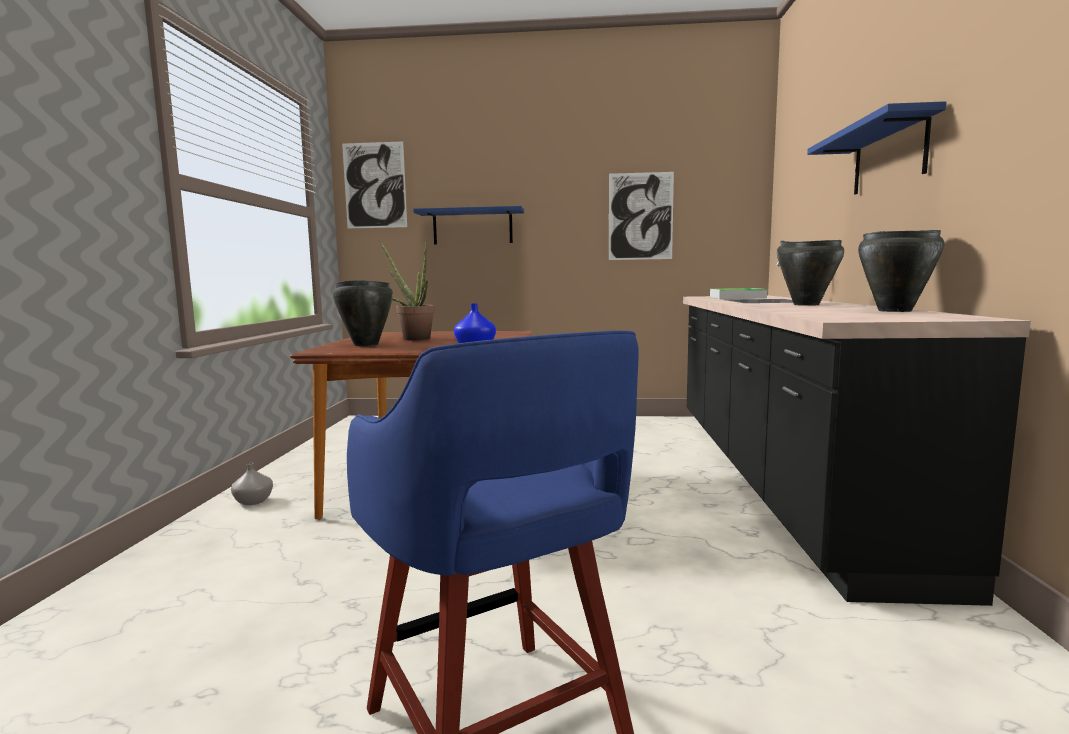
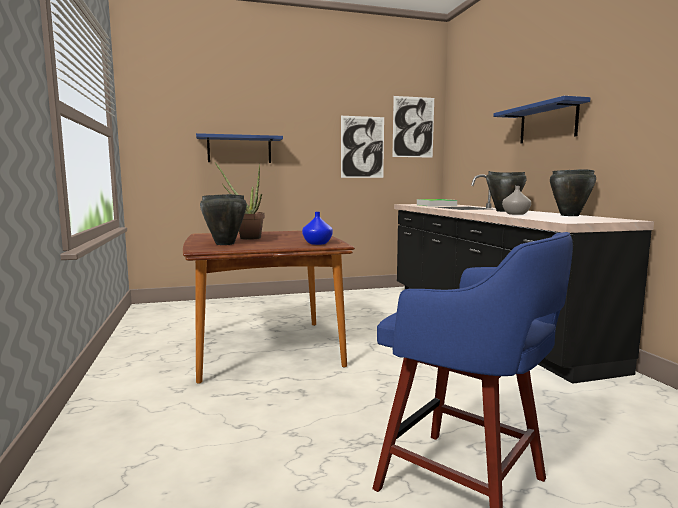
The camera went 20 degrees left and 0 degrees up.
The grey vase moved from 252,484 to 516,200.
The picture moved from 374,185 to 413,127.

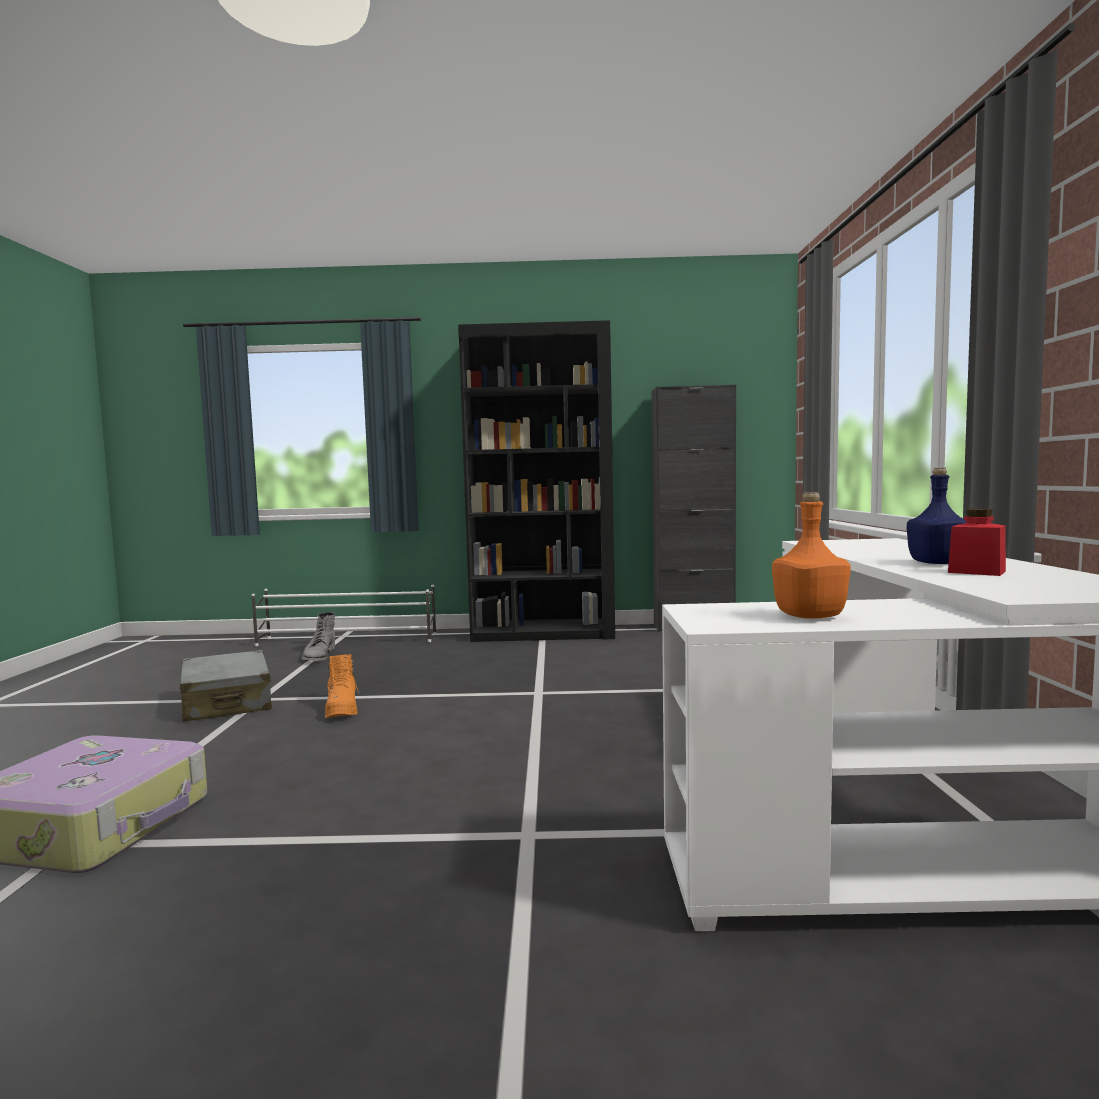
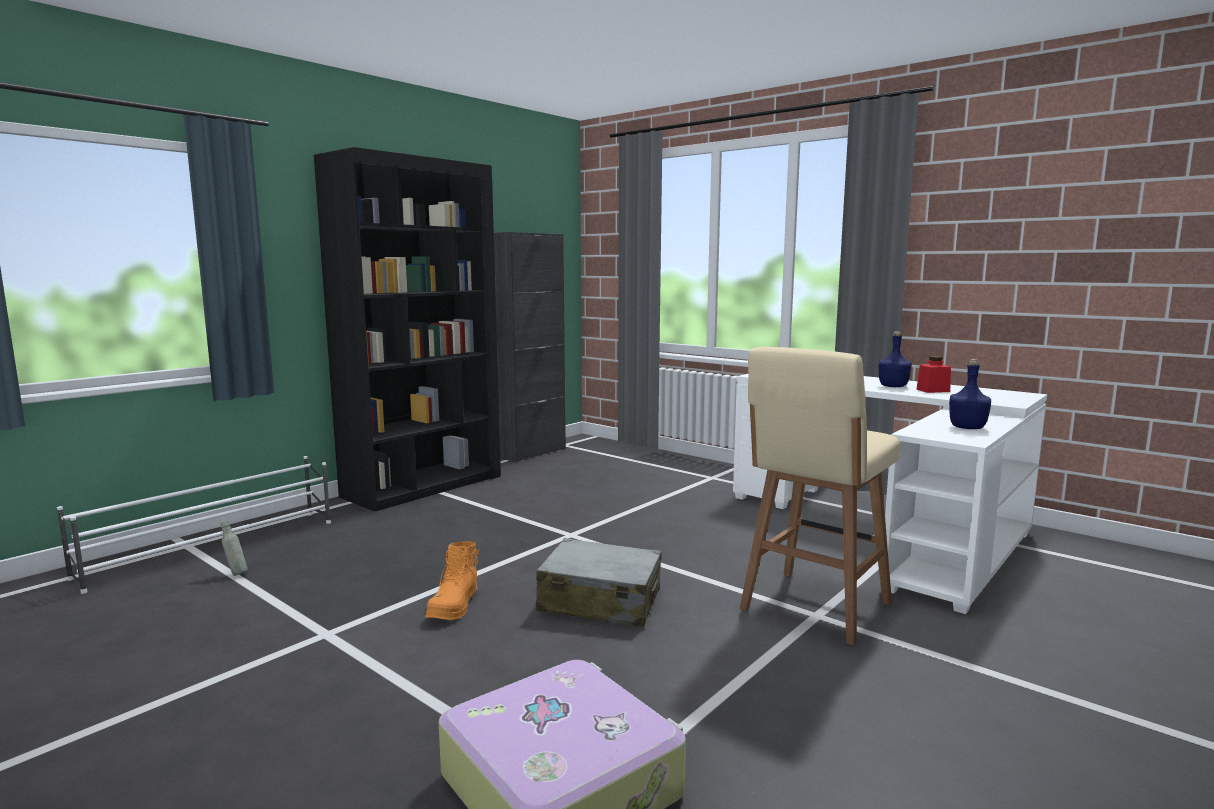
The camera went 50 degrees left and 5 degrees up.
The beige stool at 820,496 appeared.
The grey suitcase moved from 226,685 to 599,582.
The grey boot at 318,636 was replaced by the grey bottle at 234,548.
The orange bottle at 811,555 became the blue bottle at 970,394.
The orange boot at 342,686 turned 75 degrees clockwise.

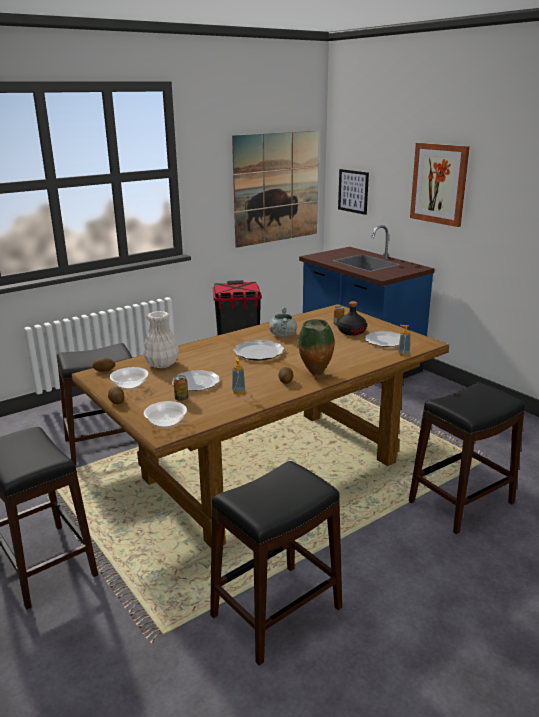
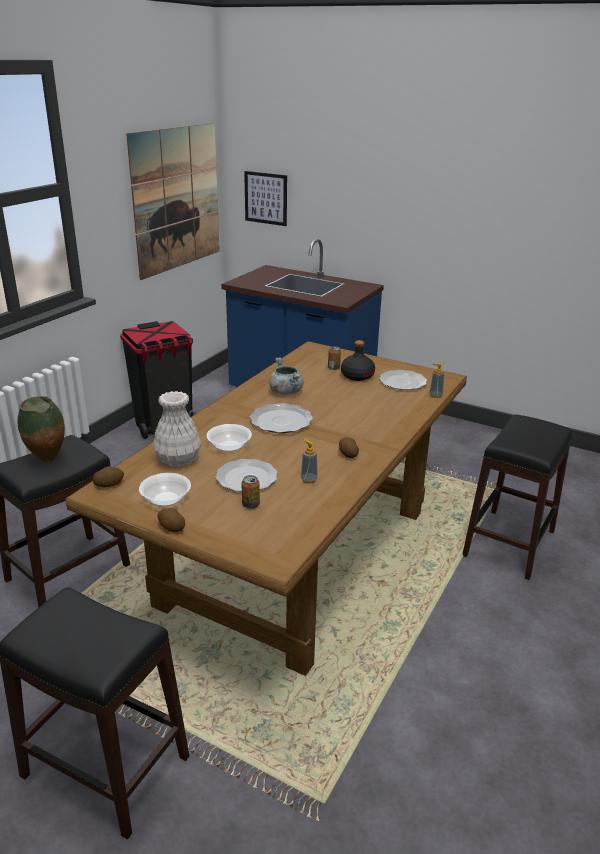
The camera went 25 degrees left and 5 degrees up.
The black stool at 276,563 disappeared.
The picture at 440,185 disappeared.
The bowl moved from 165,414 to 229,438.
The vase moved from 316,347 to 41,429.

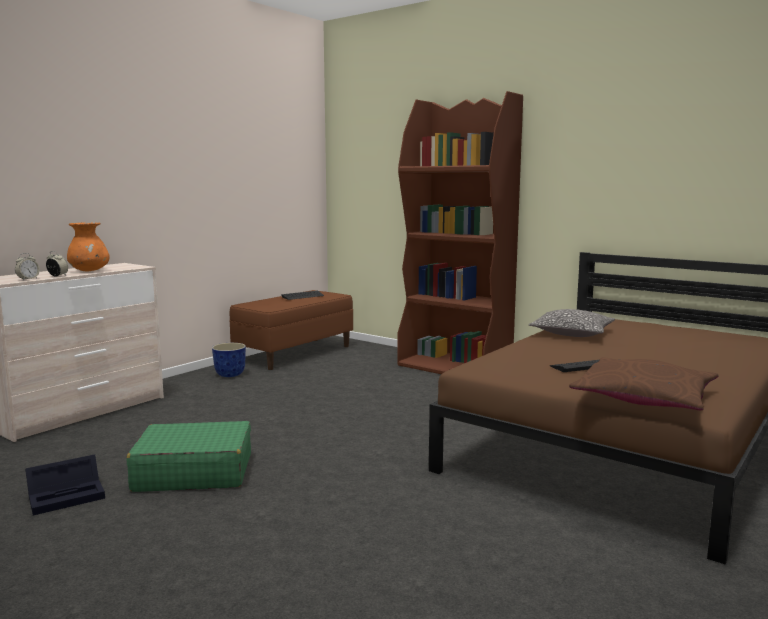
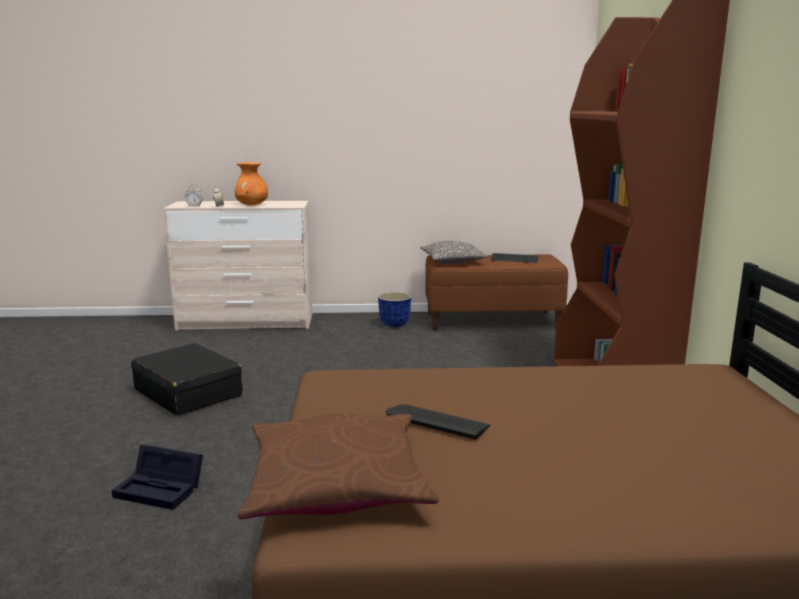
The camera went 50 degrees right and 5 degrees up.
The black storage box moved from 65,485 to 157,477.
The pillow moved from 572,323 to 454,252.
The green suitcase at 188,456 became the black suitcase at 186,379.

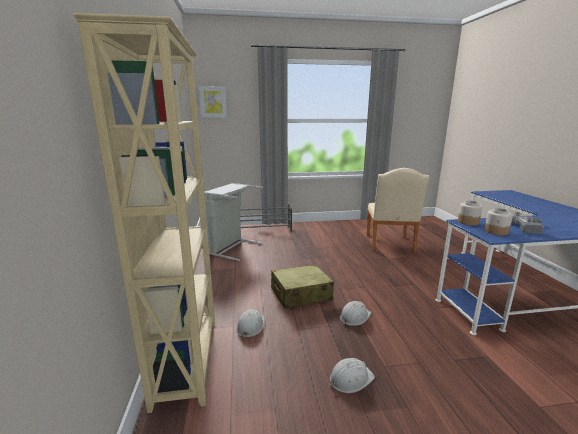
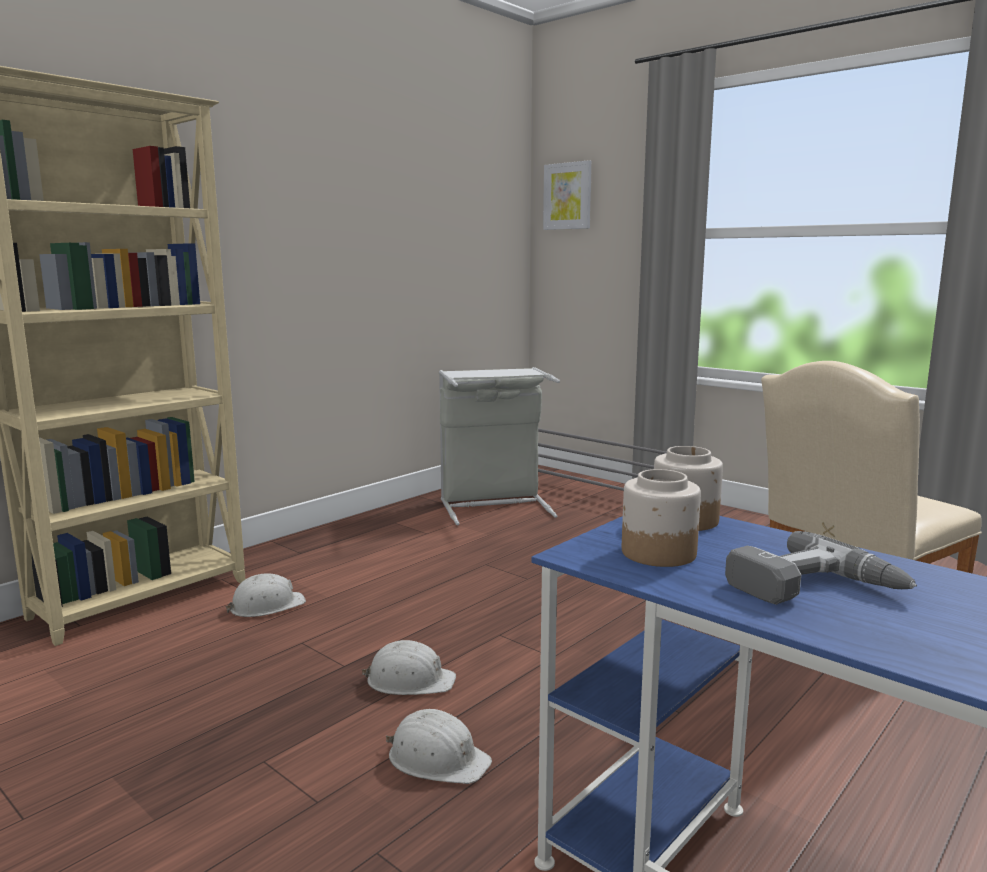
The camera went 50 degrees right and 5 degrees down.
The beige suitcase at 302,286 disappeared.
The white hard hat moved from 352,375 to 439,746.

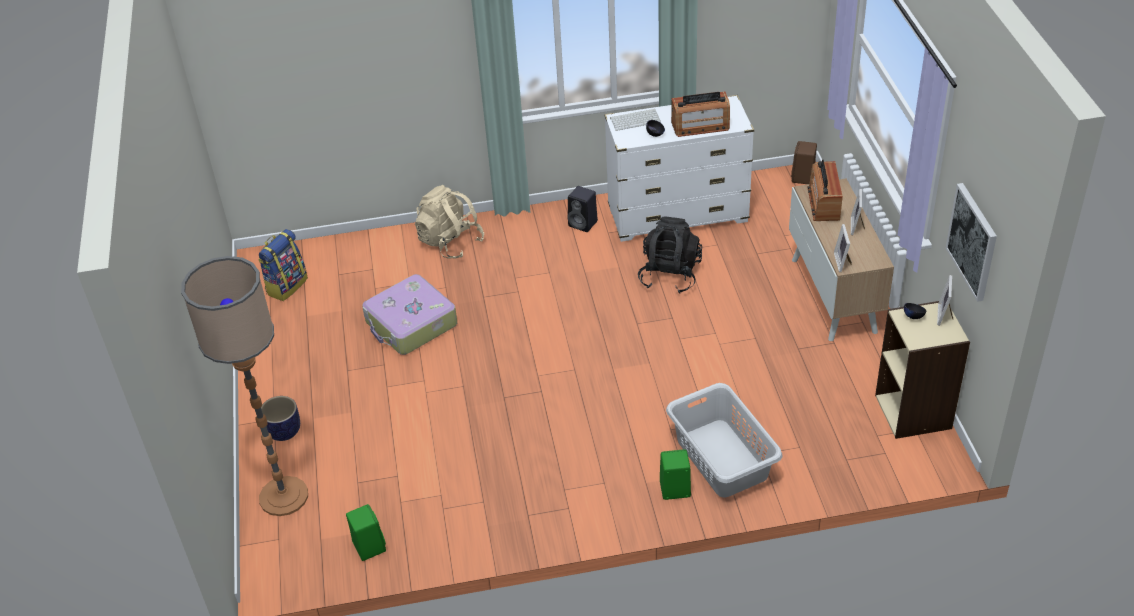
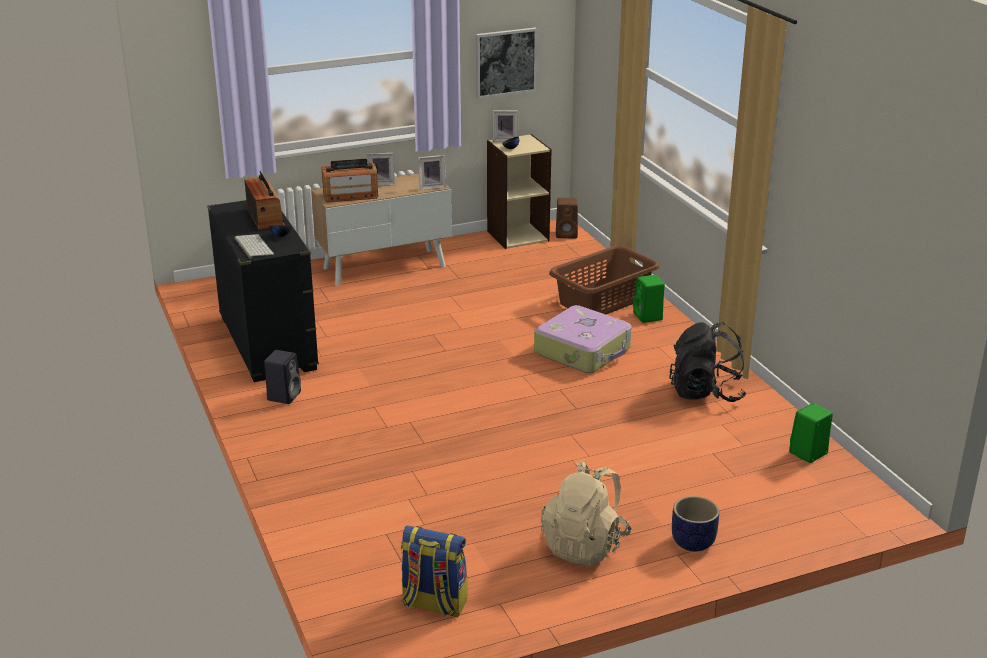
The camera went 105 degrees left and 15 degrees down.
The floor lamp at 244,386 disappeared.
The suitcase moved from 409,314 to 583,339.
The beige backpack moved from 449,222 to 586,513.
The black backpack moved from 670,254 to 707,362.
The brown speaker moved from 804,162 to 567,218.
The white dresser at 679,168 became the black dresser at 263,291.
The grey laundry basket at 724,440 became the brown laundry basket at 604,280.

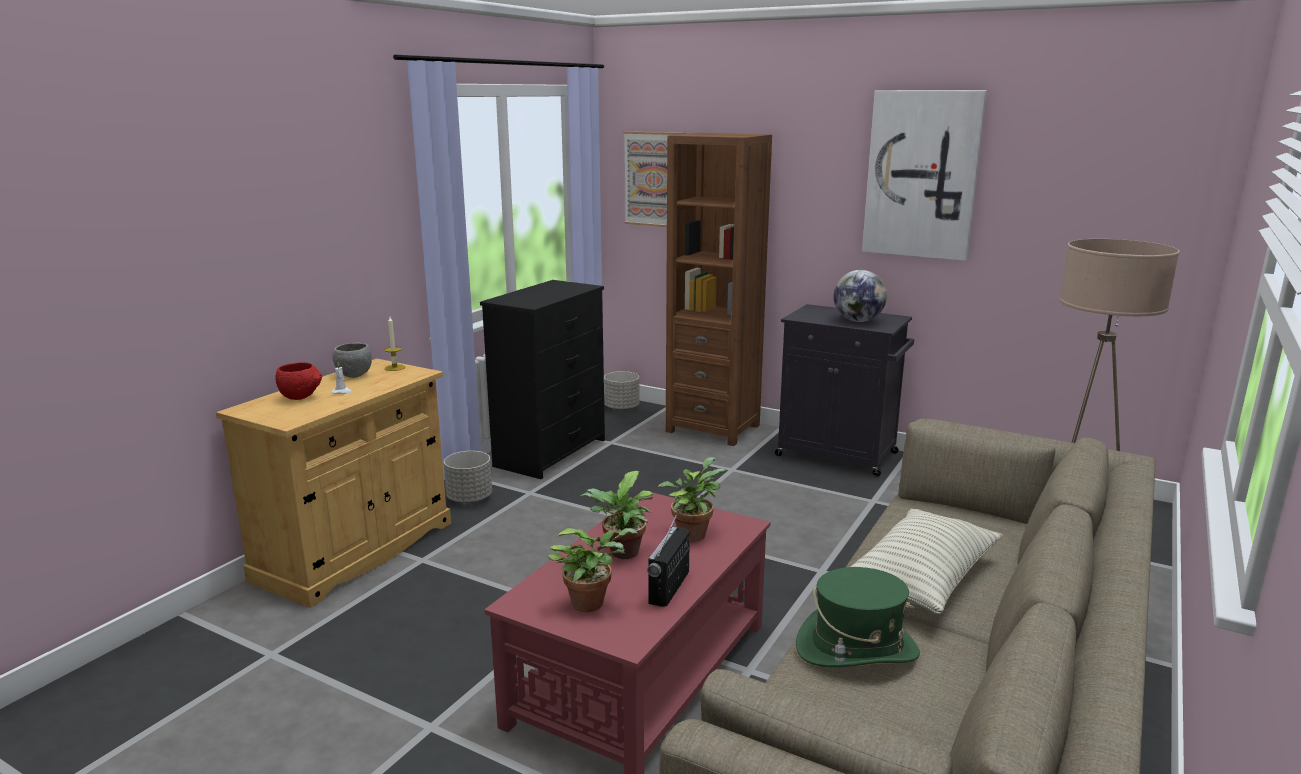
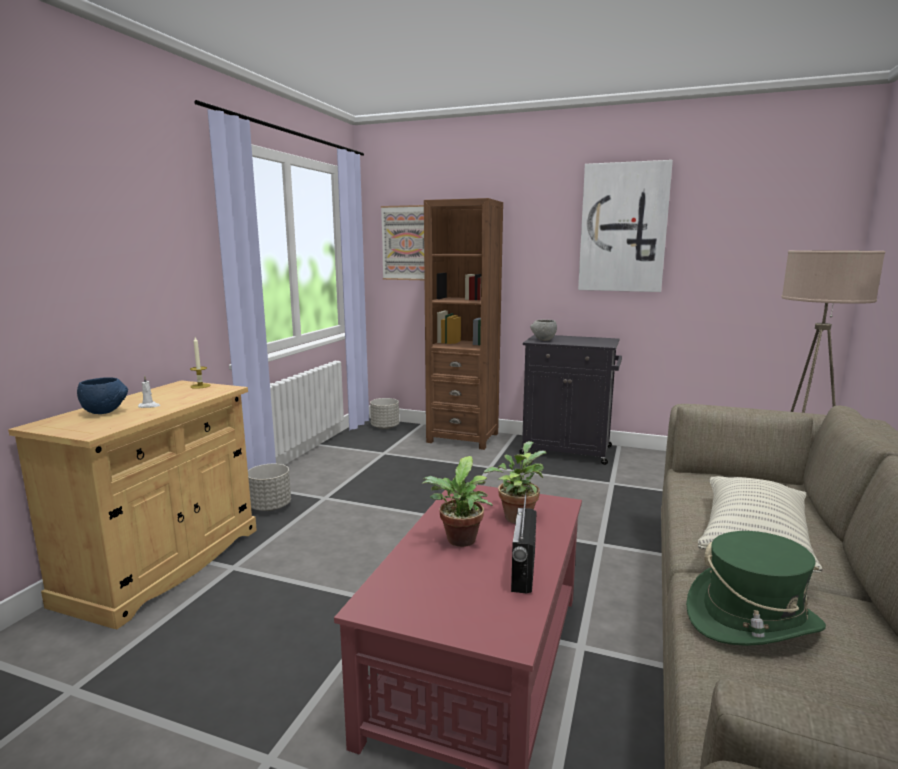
The camera went 10 degrees left and 5 degrees down.
The black dresser at 542,379 disappeared.
The potted plant at 592,570 disappeared.
The globe at 860,296 disappeared.
The grey bowl moved from 352,360 to 543,330.
The red bowl at 298,381 became the blue bowl at 102,396.

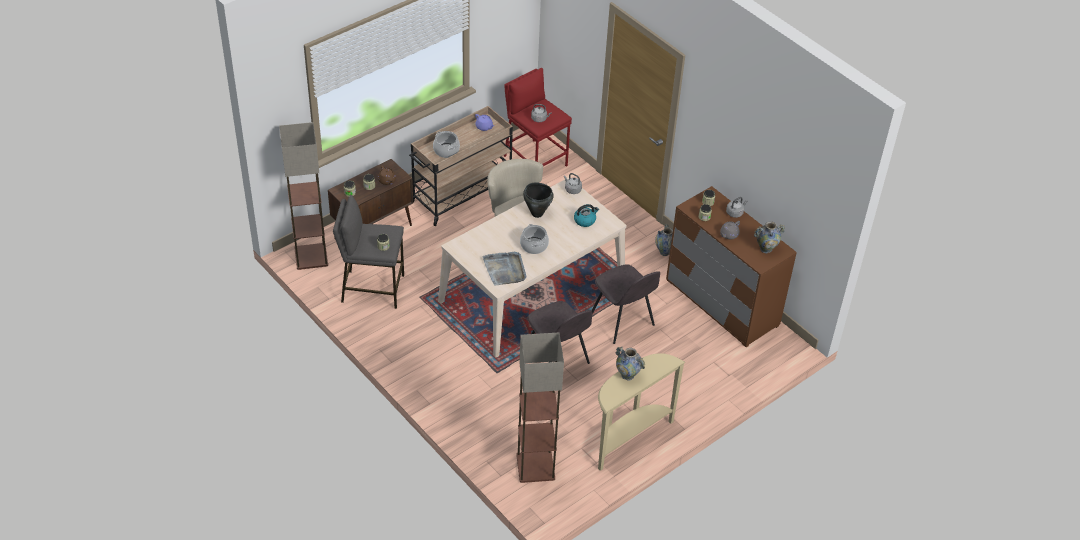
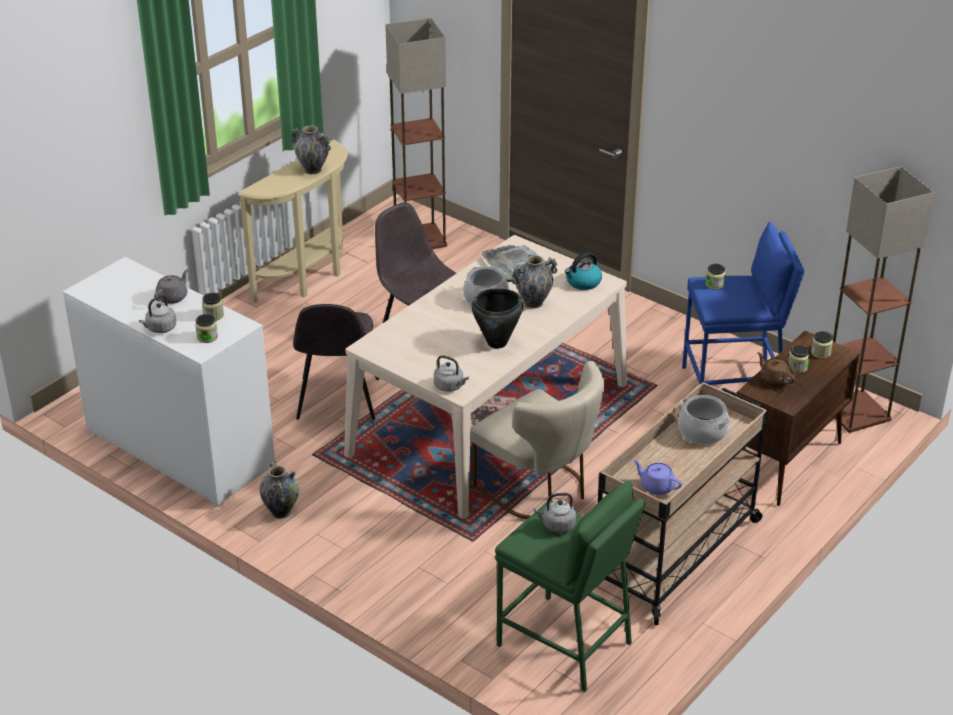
The camera went 170 degrees right and 10 degrees down.
The kettle moved from 586,215 to 583,271.
The vase moved from 769,237 to 534,281.
The grey stool at 368,252 became the blue stool at 743,303.
The red stool at 538,117 became the green stool at 570,586.
The brown dresser at 731,267 became the white dresser at 169,382.
The grey chair at 626,304 turned 135 degrees counterclockwise.

